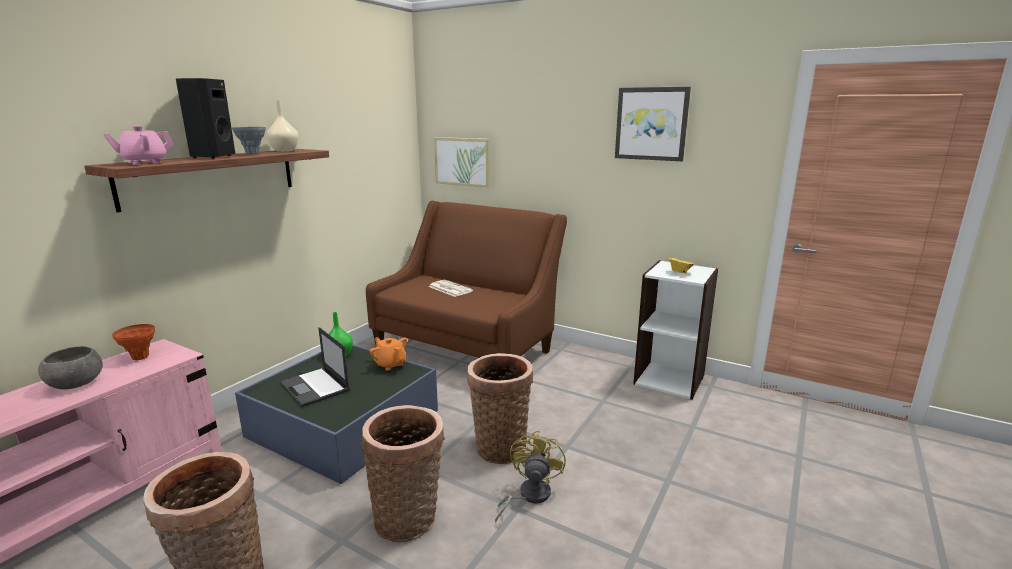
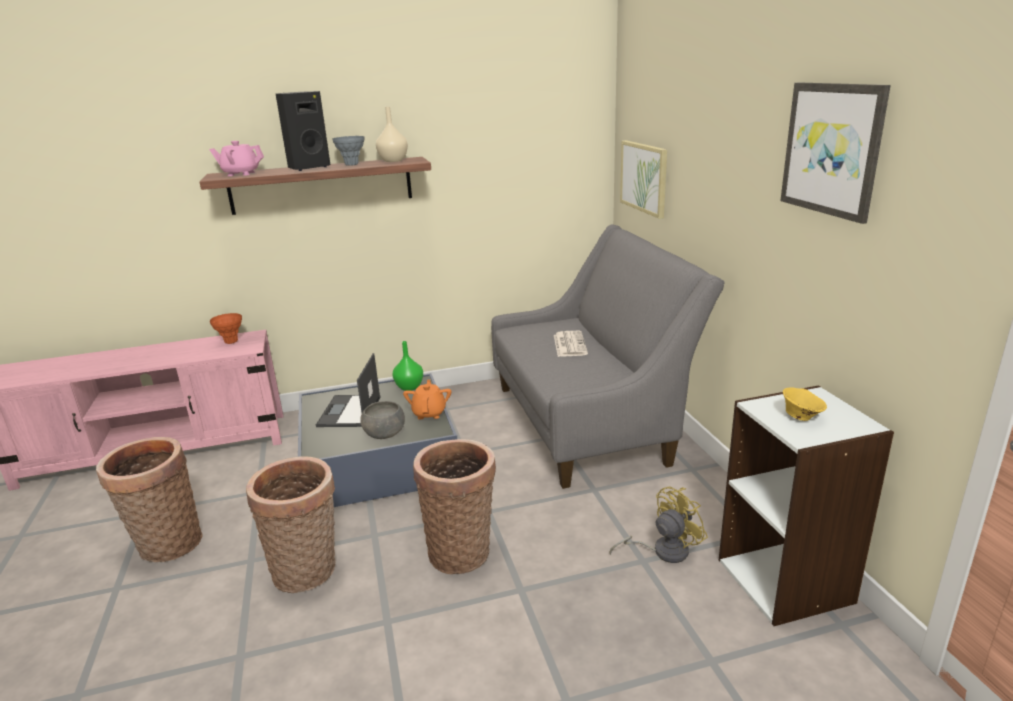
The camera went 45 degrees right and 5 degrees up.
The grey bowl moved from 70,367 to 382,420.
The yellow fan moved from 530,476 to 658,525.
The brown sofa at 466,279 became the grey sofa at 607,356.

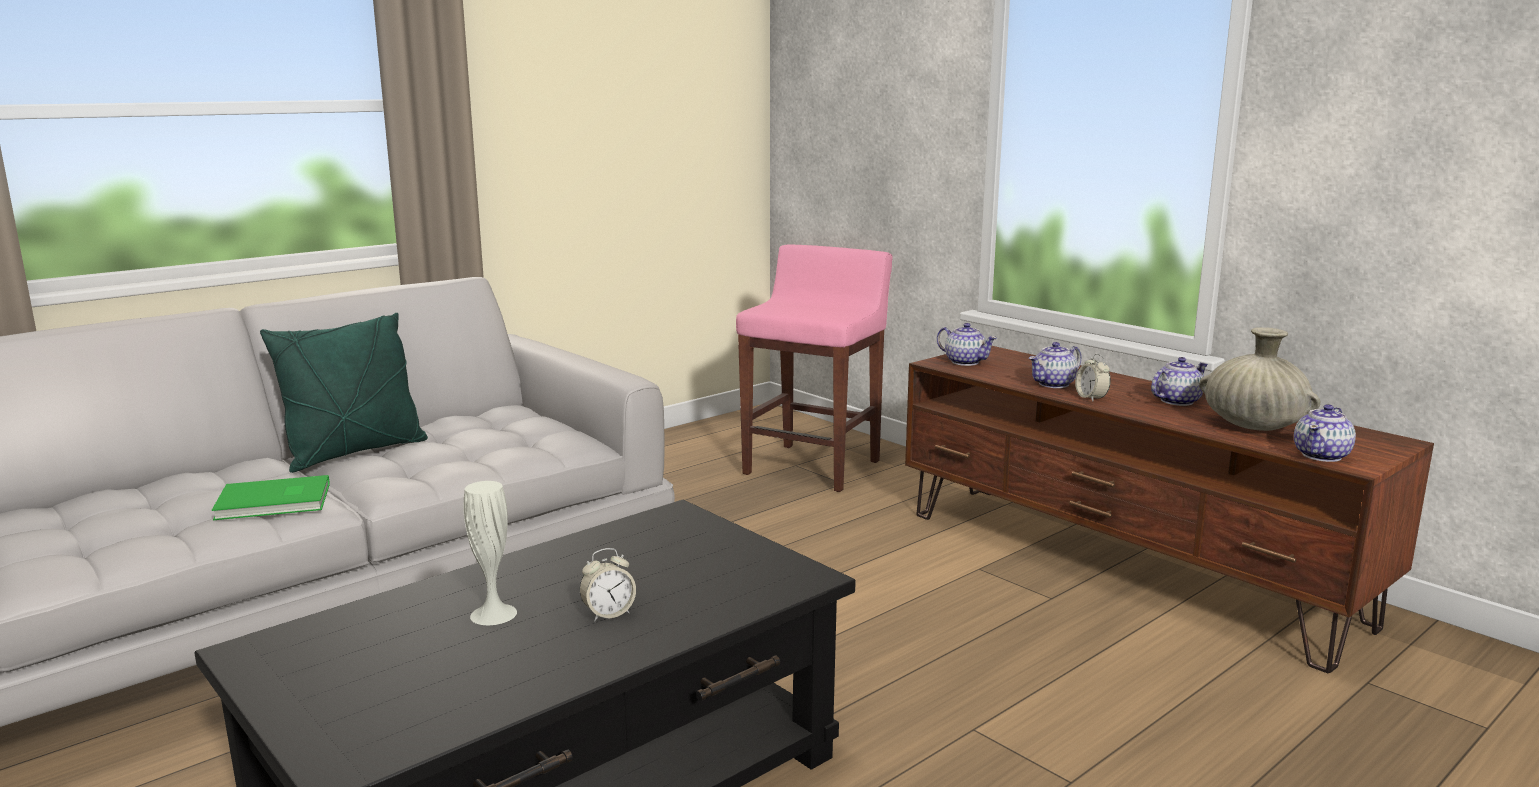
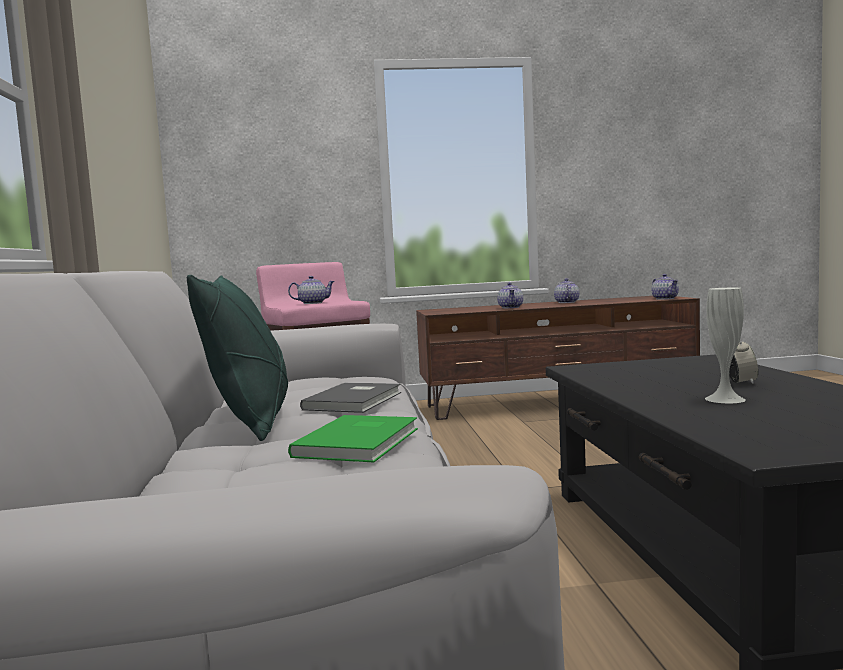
The camera went 55 degrees left and 10 degrees down.
The alarm clock at 1093,377 disappeared.
The beige vase at 1260,379 disappeared.
The grey book at 350,398 appeared.
The teapot moved from 967,344 to 311,290.

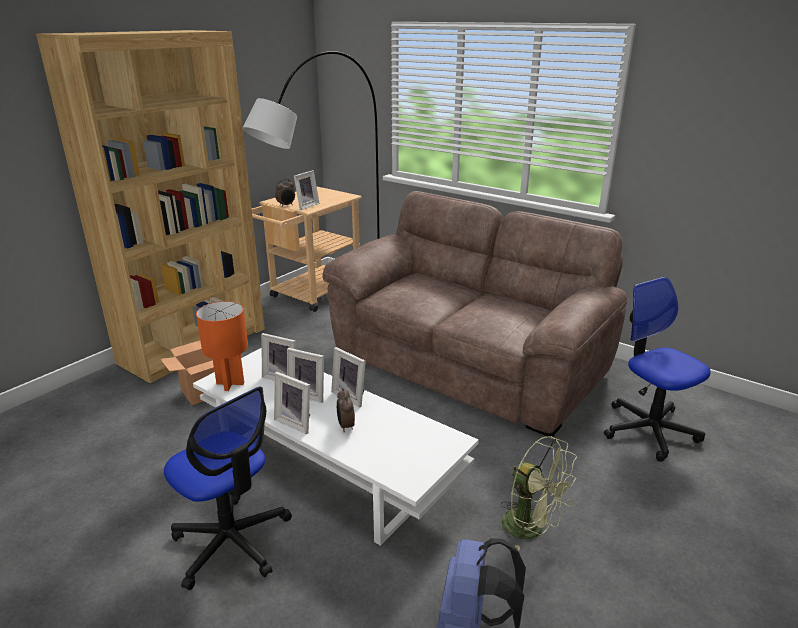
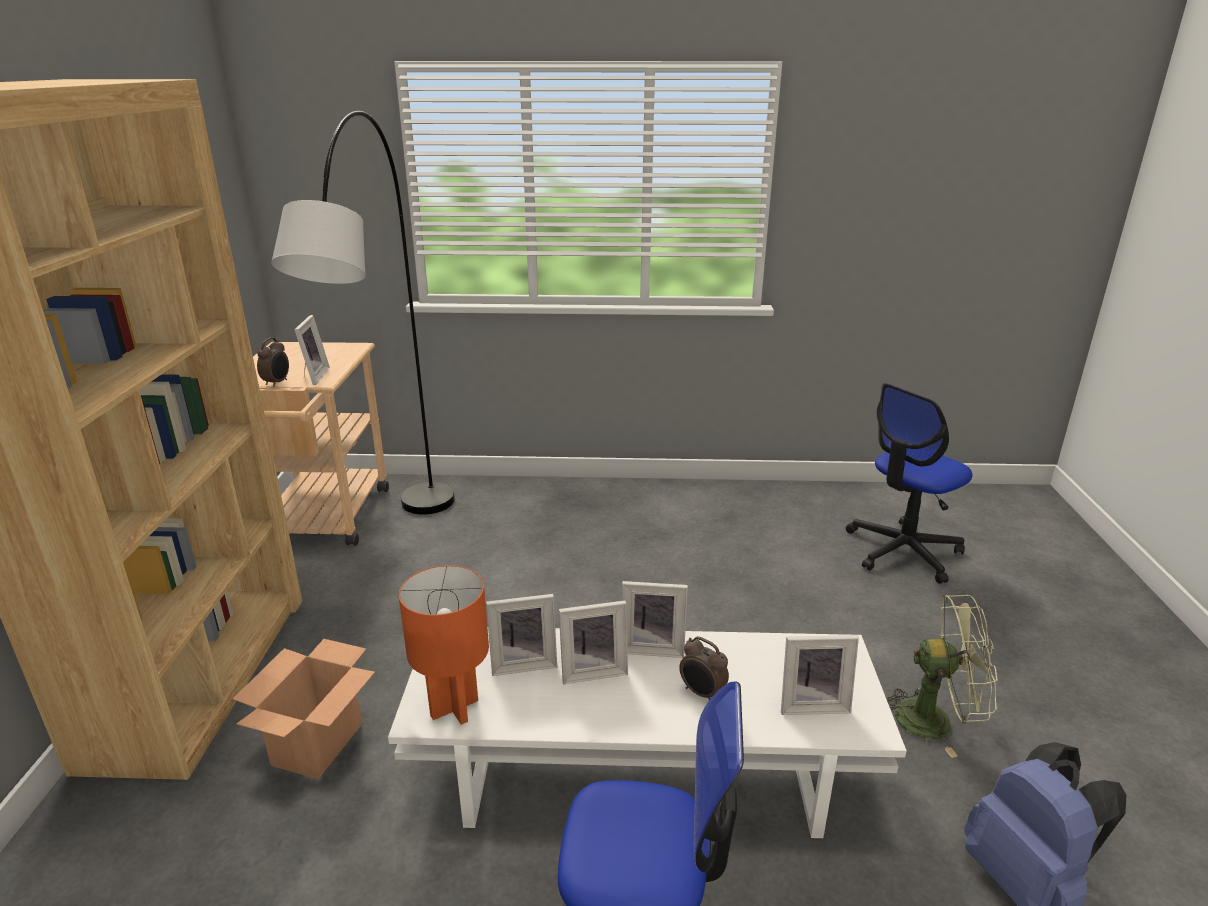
The camera went 35 degrees left and 0 degrees up.
The brown sofa at 475,314 disappeared.
The picture frame moved from 292,403 to 820,675.
The office chair at 657,369 turned 60 degrees counterclockwise.

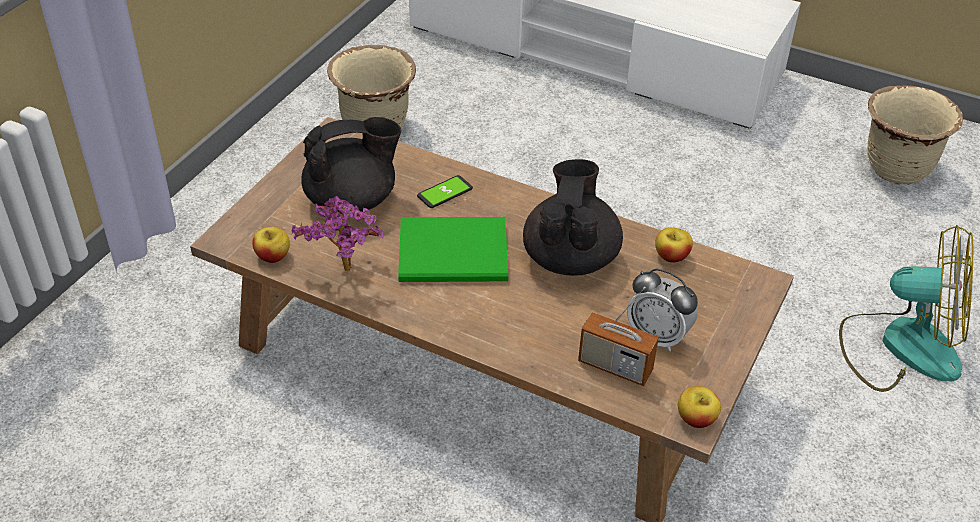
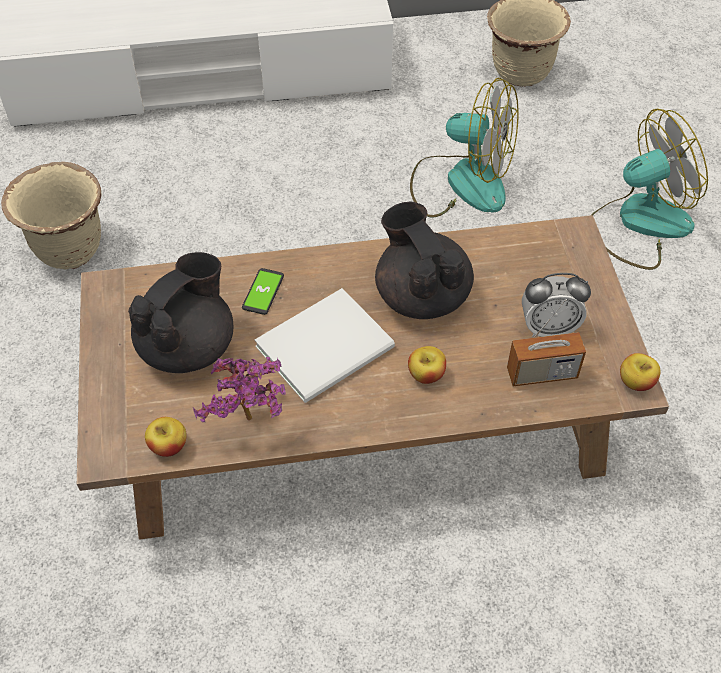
The camera went 35 degrees left and 10 degrees up.
The fan at 464,147 appeared.
The apple moved from 674,245 to 427,365.
The green book at 453,249 became the white book at 325,345.

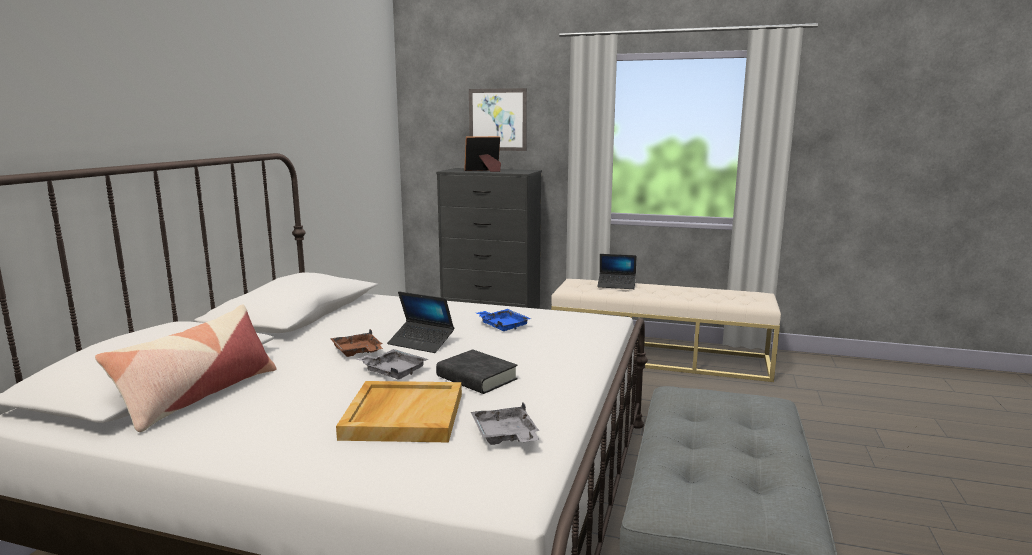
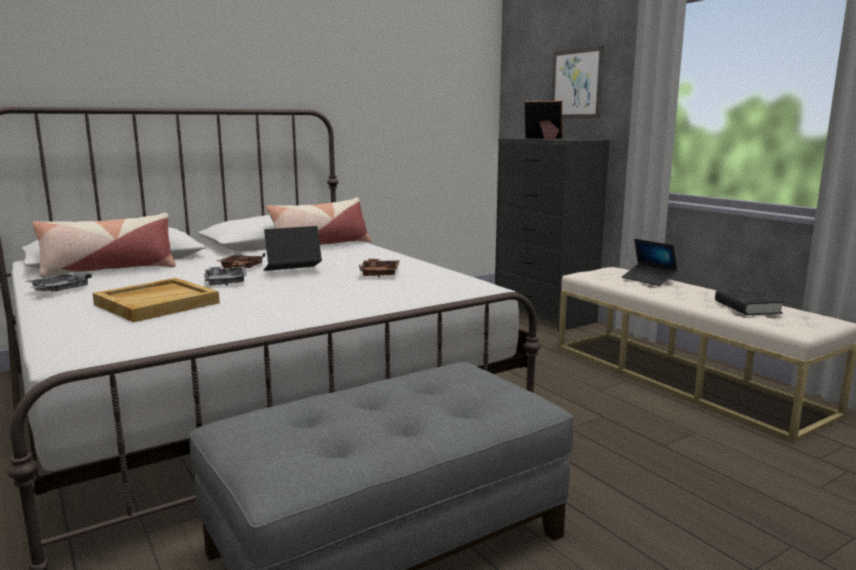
The camera went 40 degrees right and 0 degrees up.
The pillow at 319,221 appeared.
The black book moved from 477,371 to 749,301.
The grey tray moved from 505,423 to 58,283.
The blue tray at 504,320 became the brown tray at 379,268.
The laptop at 420,322 turned 90 degrees clockwise.

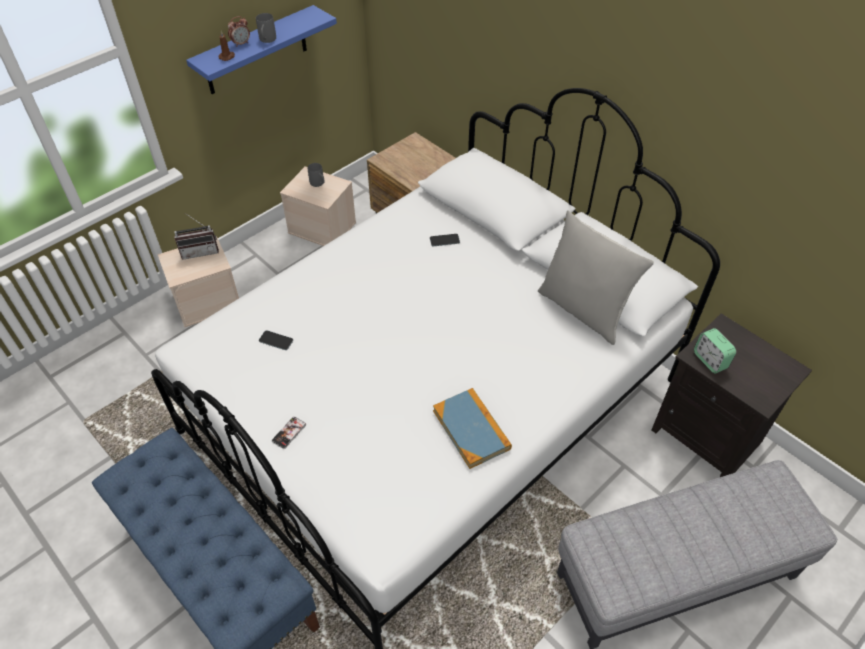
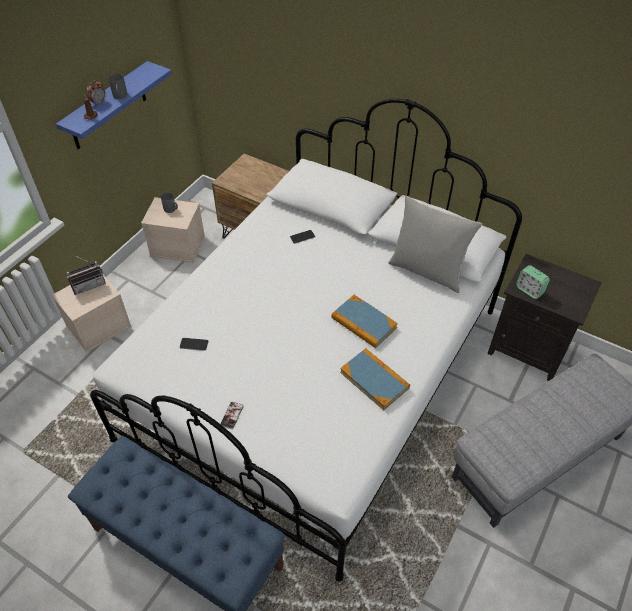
The camera went 15 degrees left and 0 degrees up.
The book at 364,321 appeared.

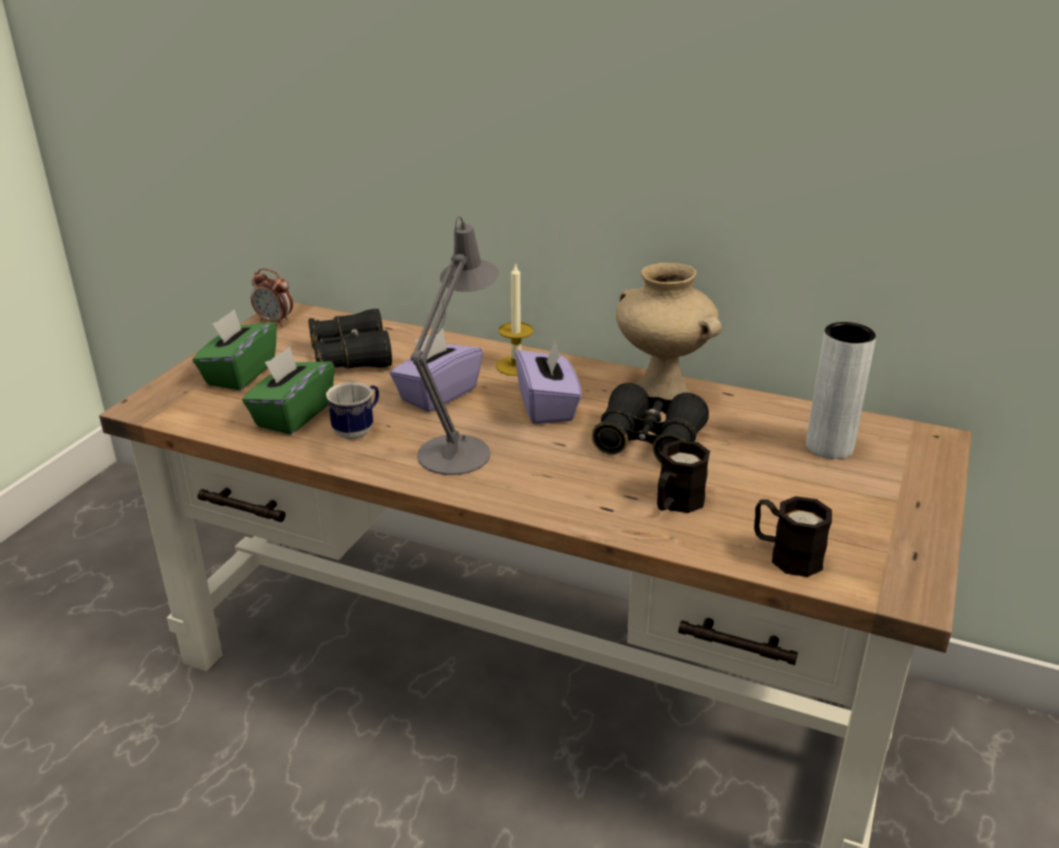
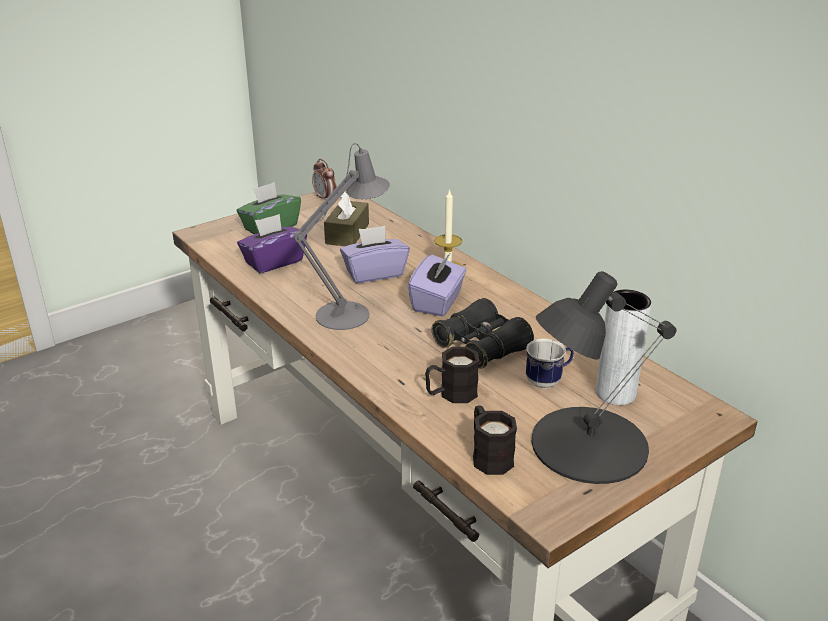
The camera went 30 degrees right and 0 degrees up.
The beige vase at 669,331 disappeared.
The black table lamp at 604,377 appeared.
The mug moved from 352,411 to 550,363.
The black binoculars at 350,339 was replaced by the brown tissue box at 346,219.
The green tissue box at 288,391 became the purple tissue box at 272,243.

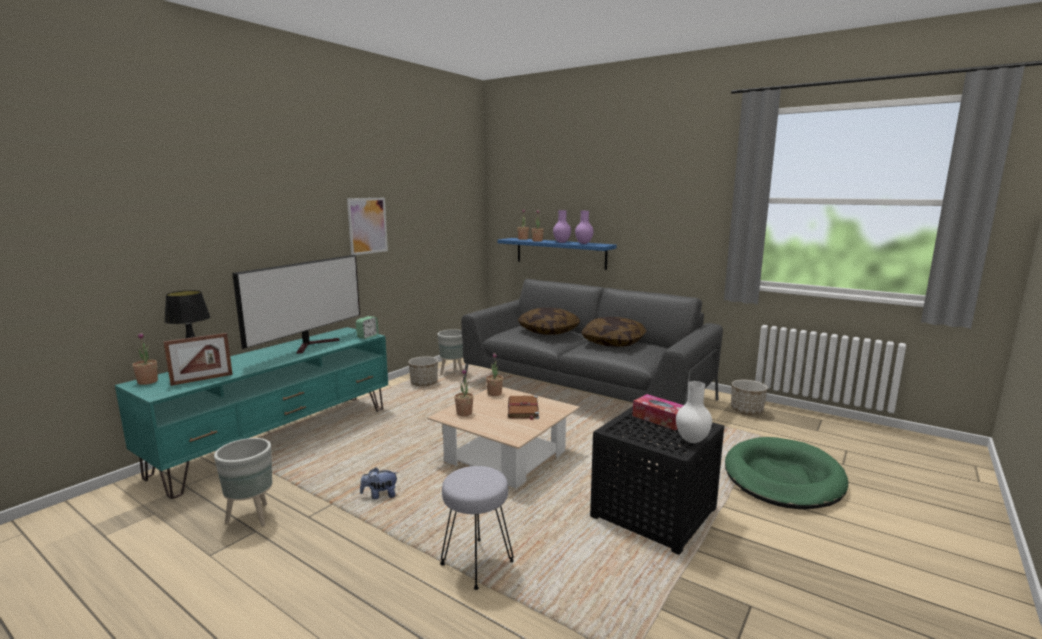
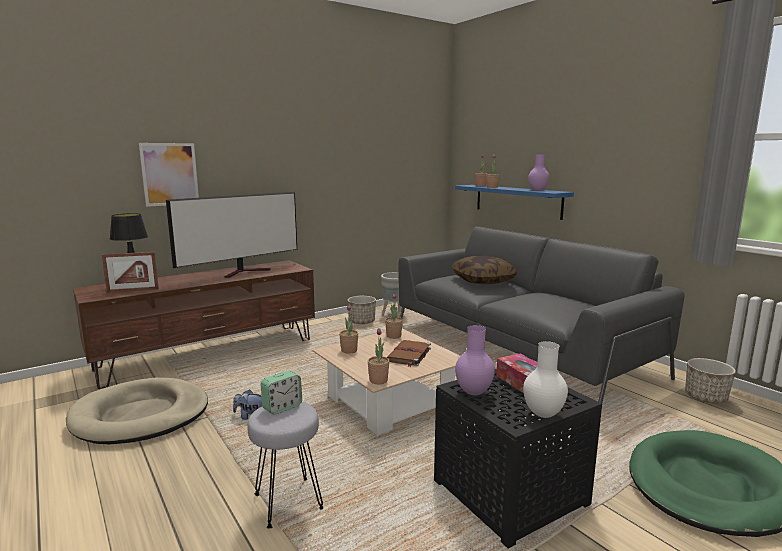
The camera went 20 degrees right and 0 degrees up.
The pillow at 613,332 disappeared.
The potted plant moved from 145,359 to 379,356.
The picture moved from 367,226 to 169,175.
The alarm clock moved from 367,327 to 281,392.
The purple vase moved from 562,226 to 475,360.
The grey planter at 243,482 was replaced by the beige dog bed at 137,411.
The turquoise tv stand at 251,413 became the brown tv stand at 194,324.

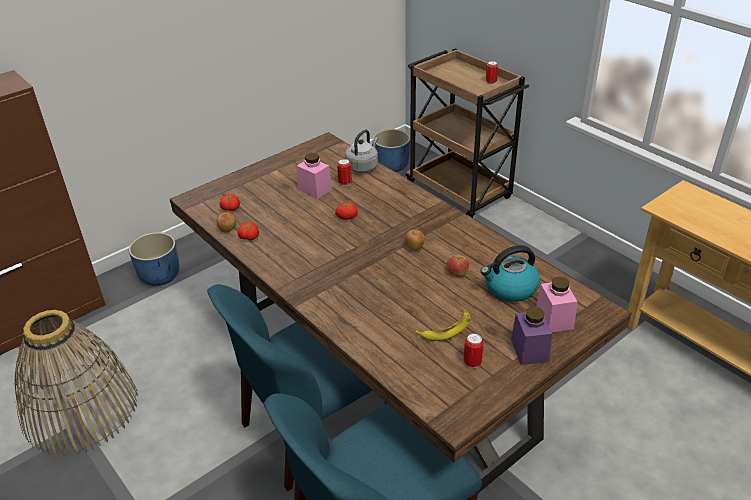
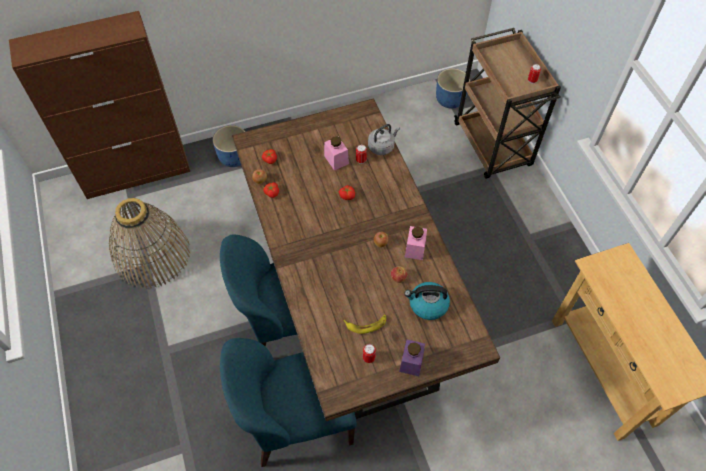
The camera went 20 degrees right and 20 degrees up.
The pink jar moved from 557,304 to 416,243.

